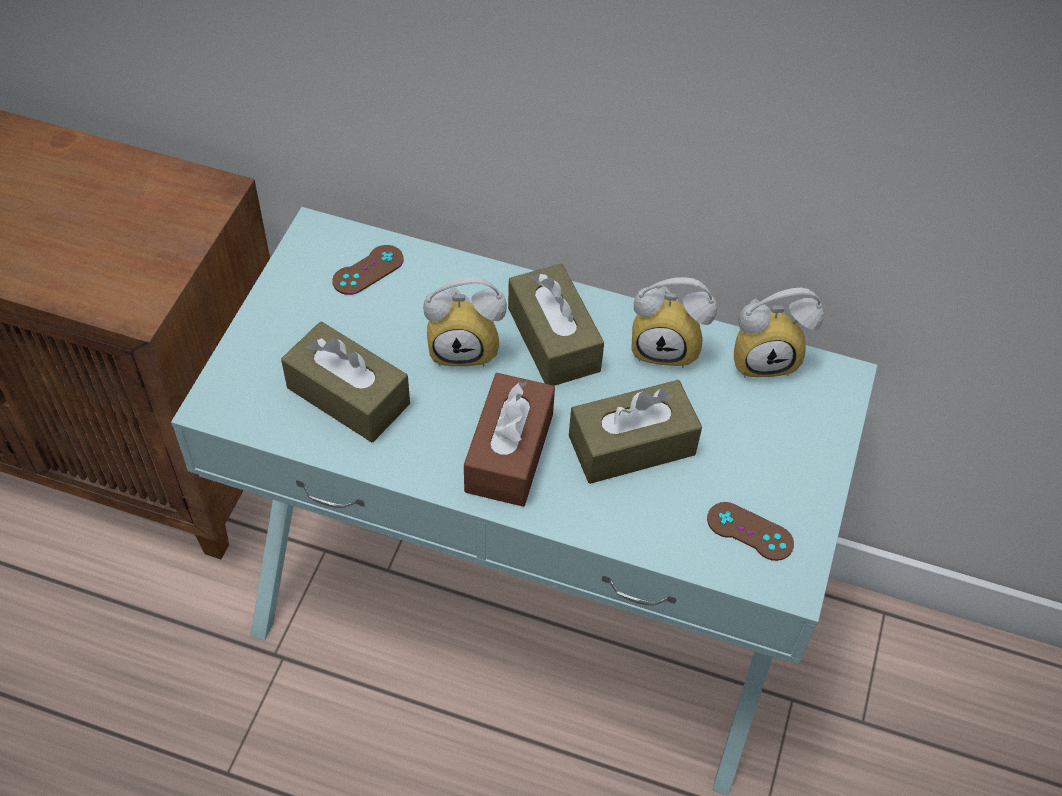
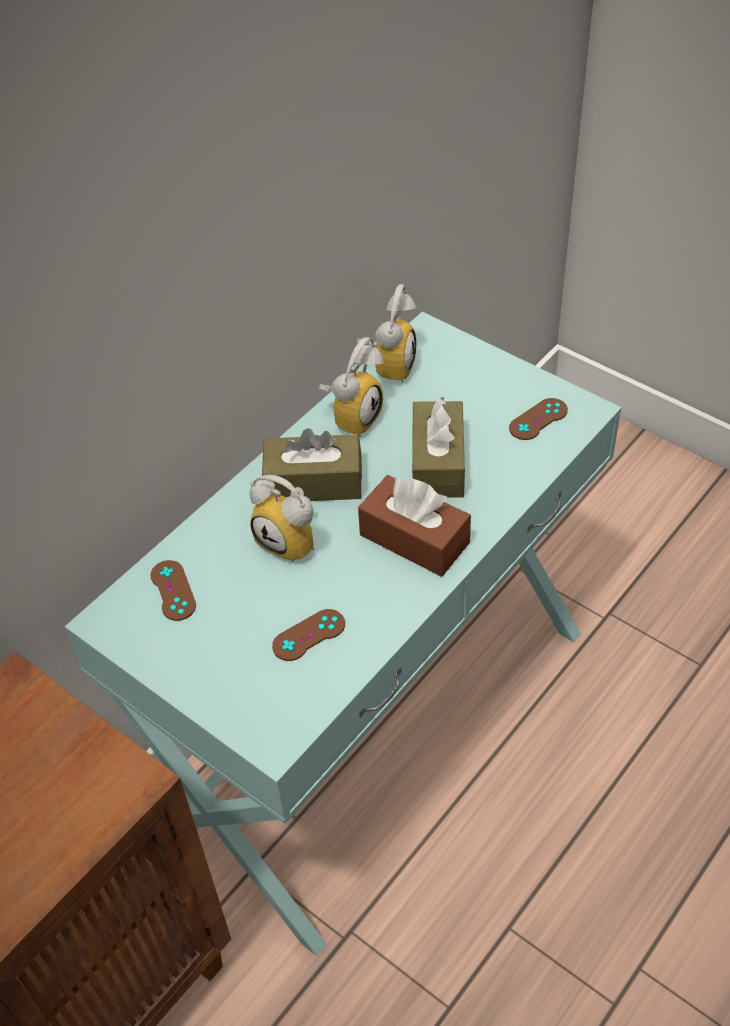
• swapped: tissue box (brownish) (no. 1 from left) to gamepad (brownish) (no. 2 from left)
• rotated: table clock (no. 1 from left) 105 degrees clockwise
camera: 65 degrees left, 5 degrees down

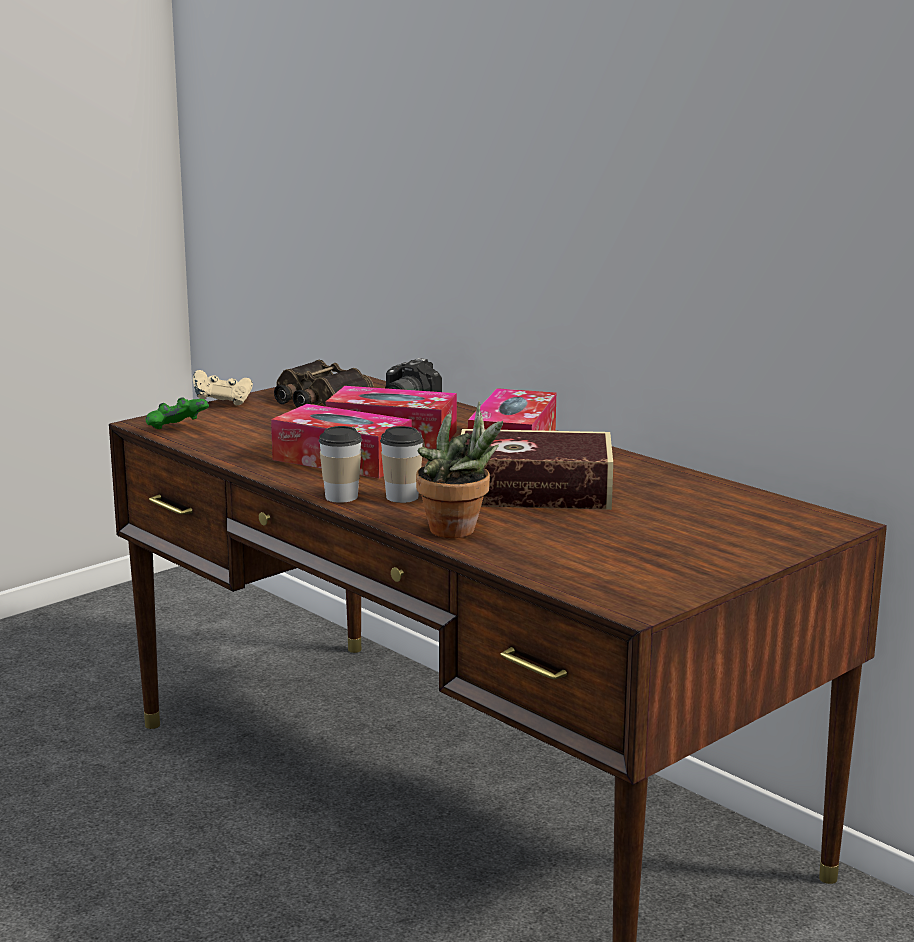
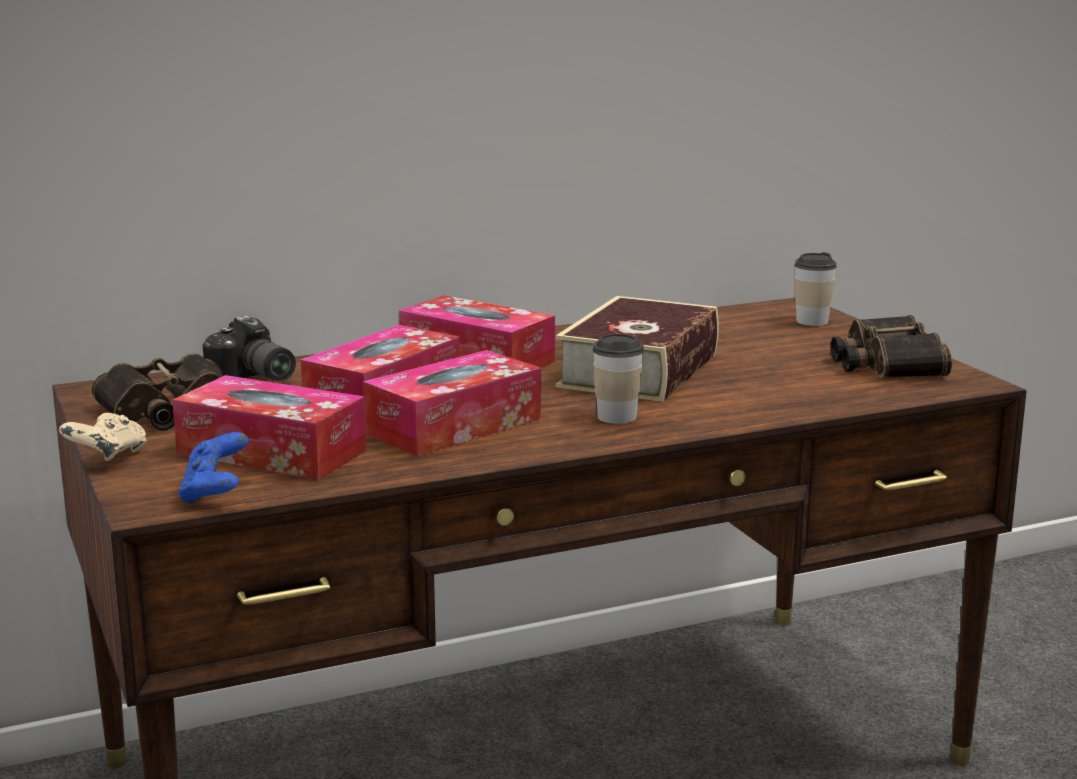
• gone: plant in a pot
• new: tissue box (no. 1 from left)
• new: binoculars (no. 2 from left)
• shifted: cup (no. 1 from left in the first image) to cup (no. 2 from left)
• repainted: gamepad (greenish) to gamepad (blue-coloured)
camera: 70 degrees left, 0 degrees up

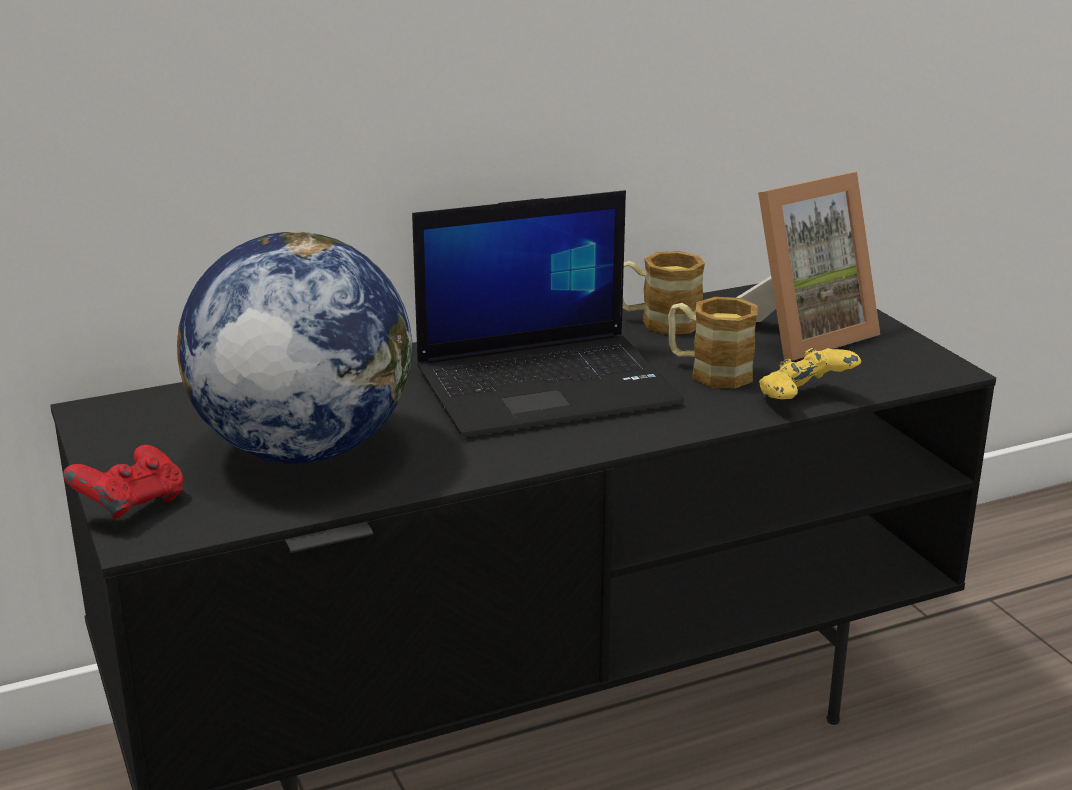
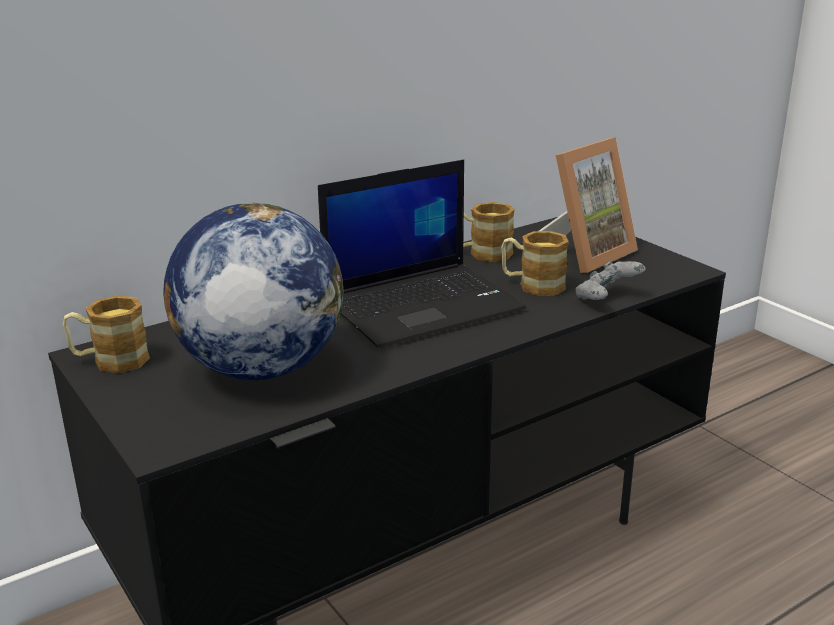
• gone: gamepad (red)
• new: coffee mug (no. 1 from left)
• repainted: gamepad (yellowish) to gamepad (greyish)
camera: 10 degrees left, 0 degrees up

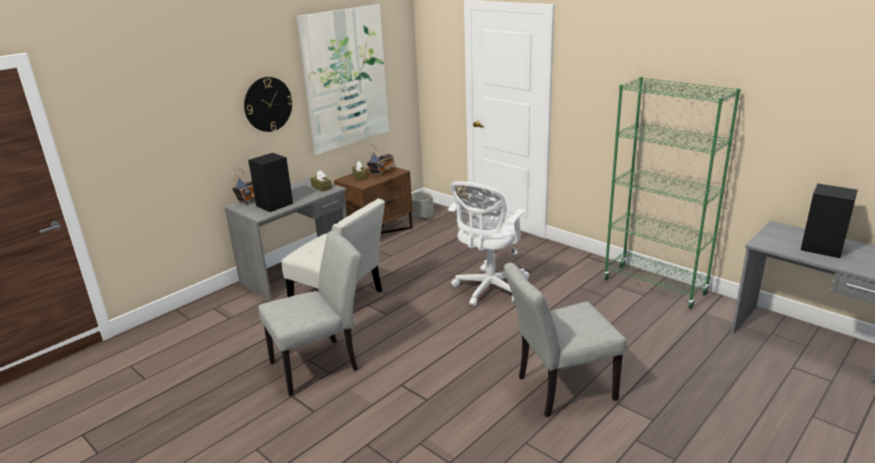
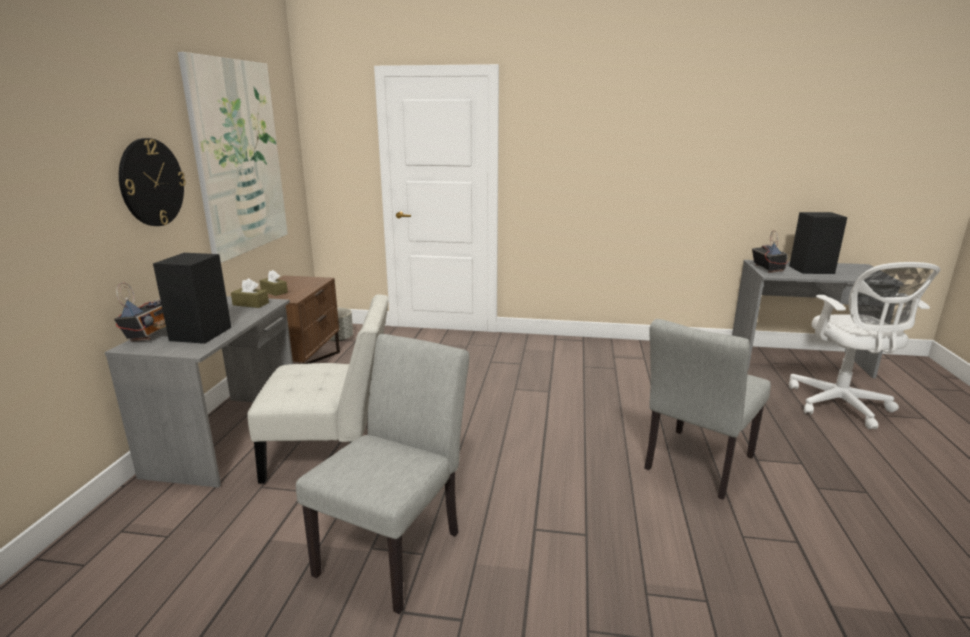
• gone: bookshelf (greenish)
• shifted: radio receiver (no. 2 from left)
• shifted: computer chair (white-coloured)
camera: 35 degrees left, 5 degrees down

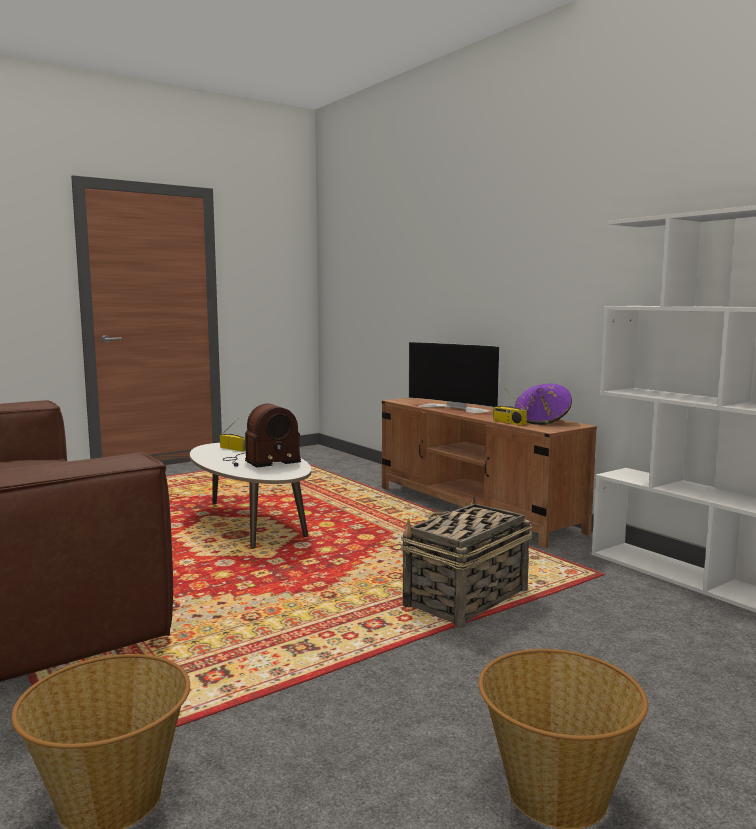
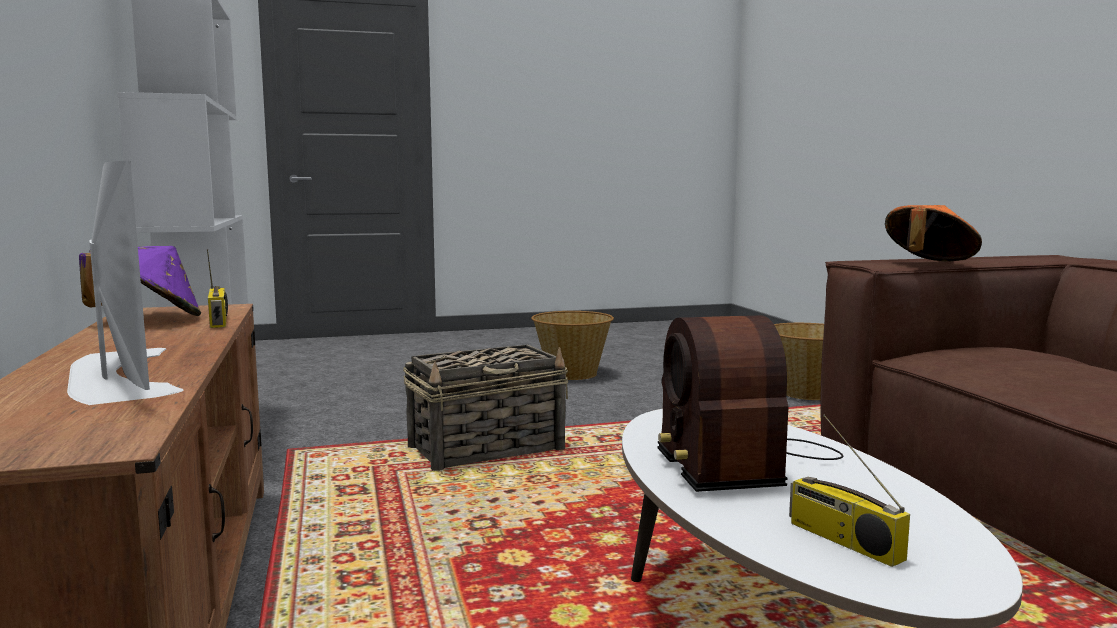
• new: wearable hat (orangey)
• rotated: radio receiver (no. 2 from left) 90 degrees counterclockwise
camera: 160 degrees left, 0 degrees up

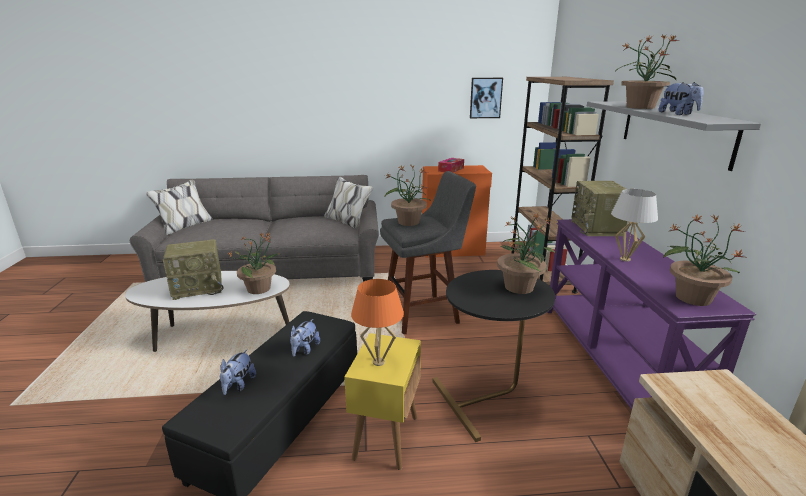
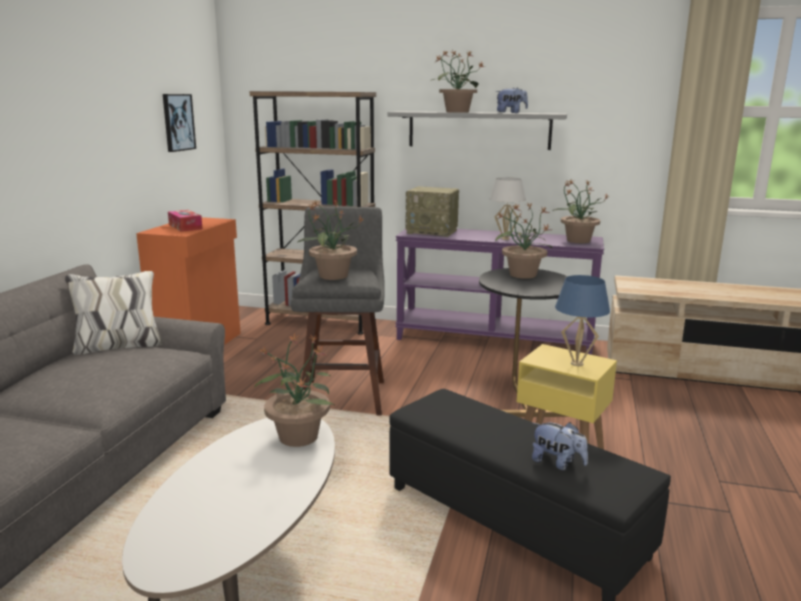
• gone: radio receiver (no. 1 from left)
• gone: soft toy (no. 2 from left)
• repainted: lamp for a table (orangey) to lamp for a table (blue-coloured)
camera: 70 degrees left, 5 degrees down

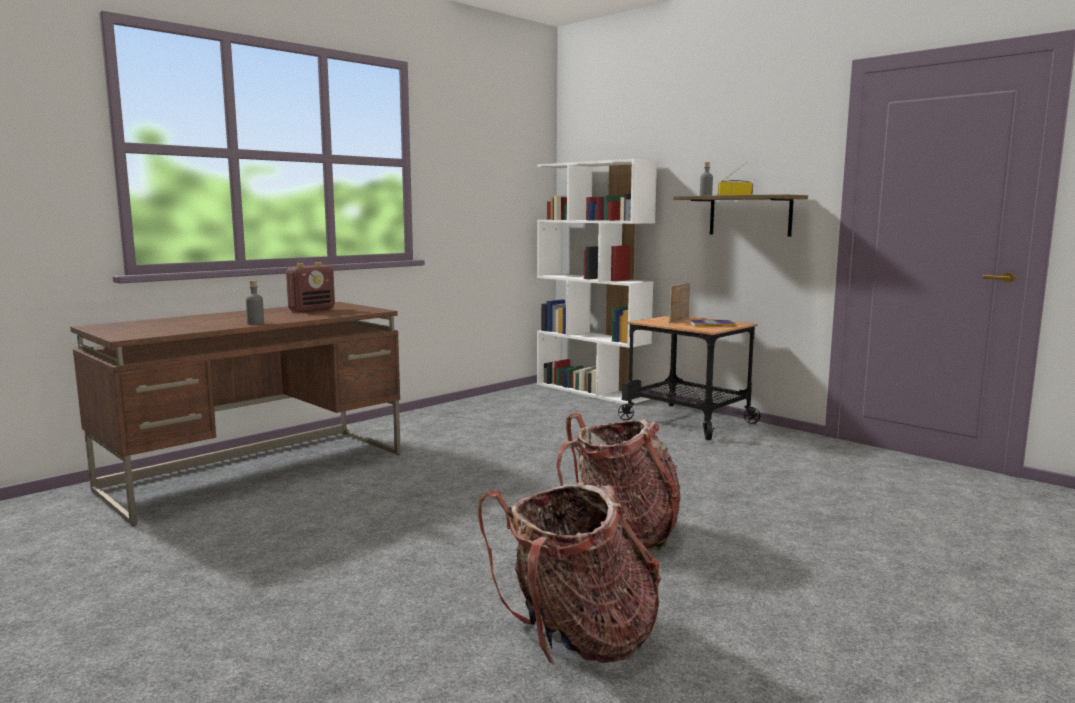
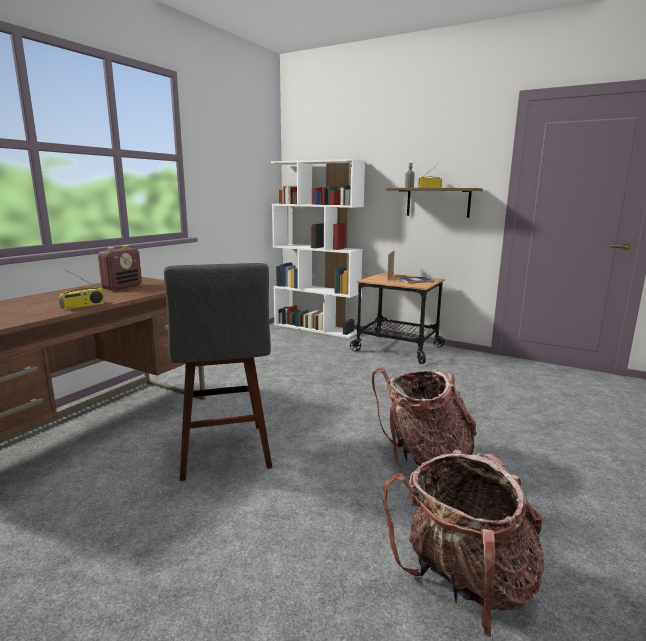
• new: sitting stool (greyish)
• swapped: drink bottle (greyish) (no. 1 from left) to radio receiver (no. 1 from left)
camera: 15 degrees left, 5 degrees up

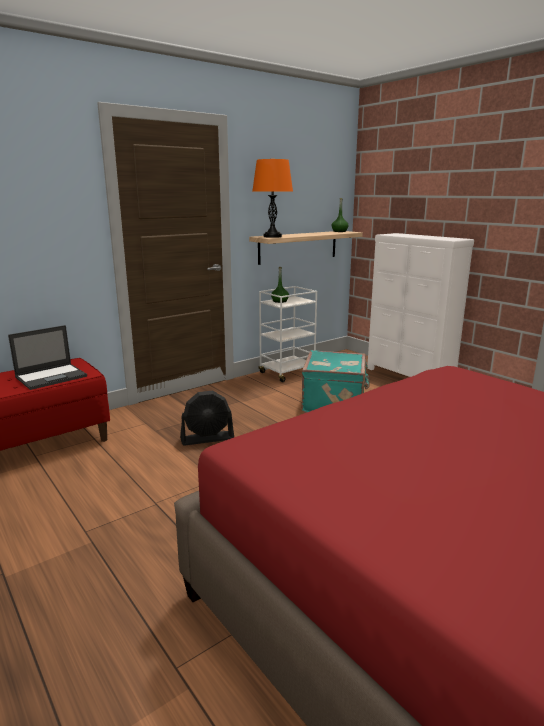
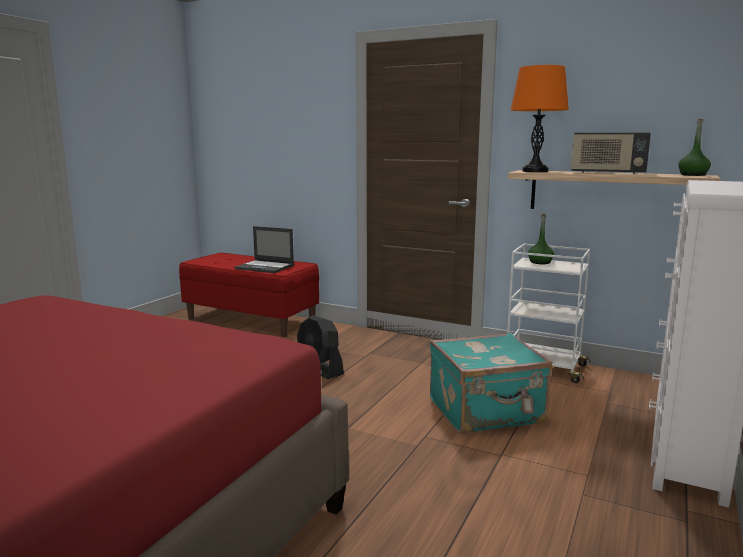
• new: radio receiver
camera: 65 degrees right, 5 degrees down

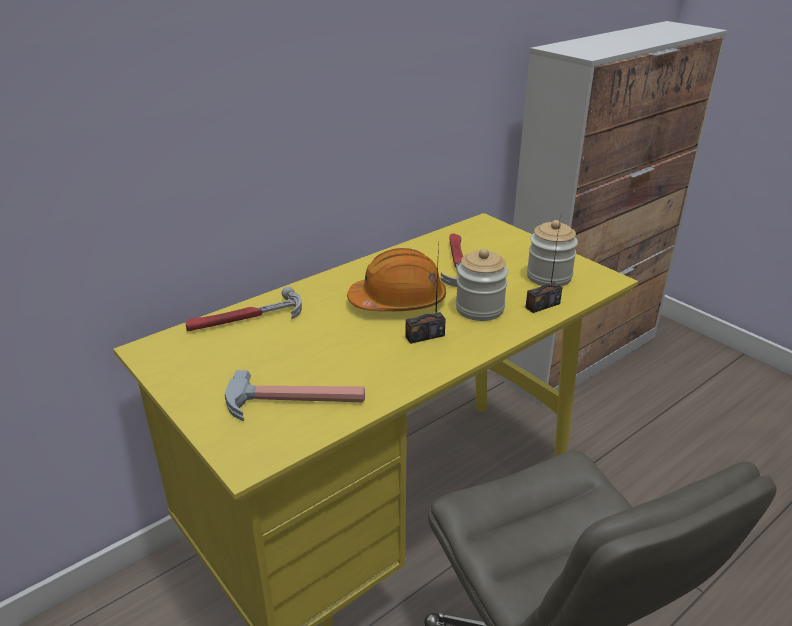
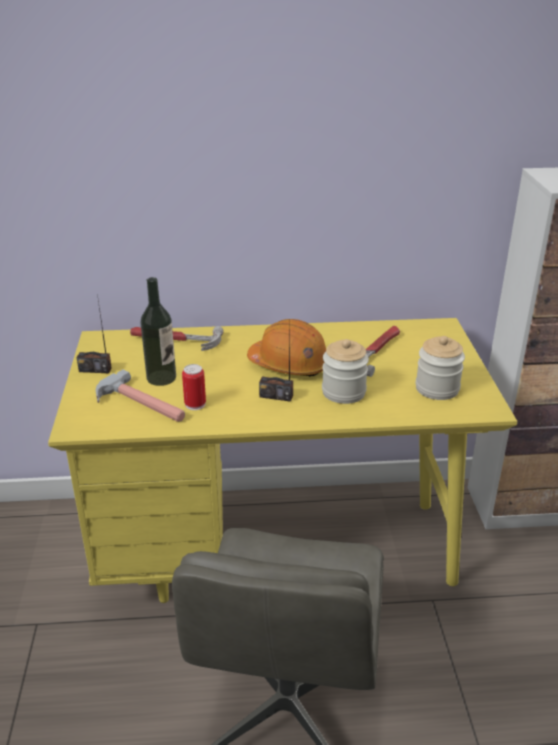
• new: drink bottle
• new: can
• shifted: radio receiver (no. 2 from left in the first image) to radio receiver (no. 1 from left)
camera: 35 degrees right, 0 degrees up

